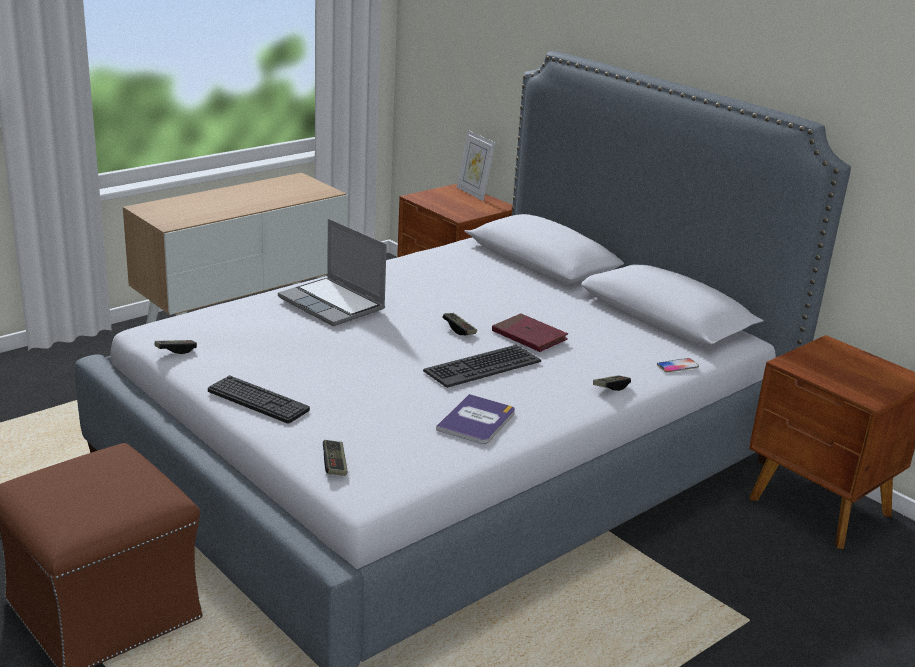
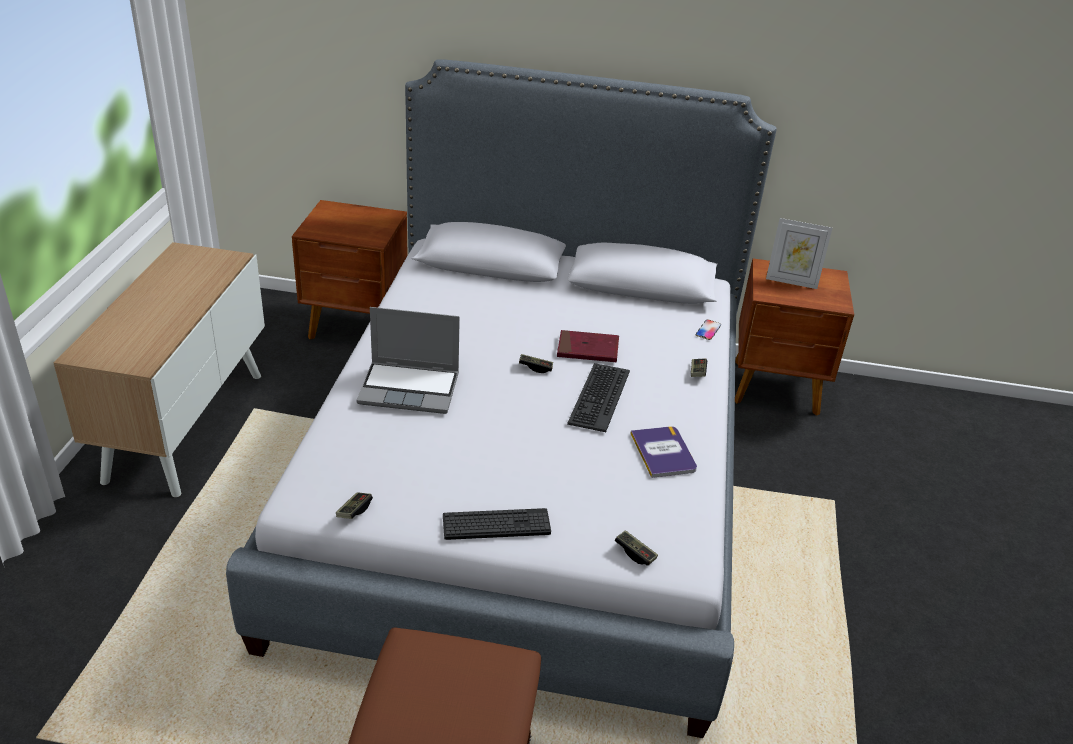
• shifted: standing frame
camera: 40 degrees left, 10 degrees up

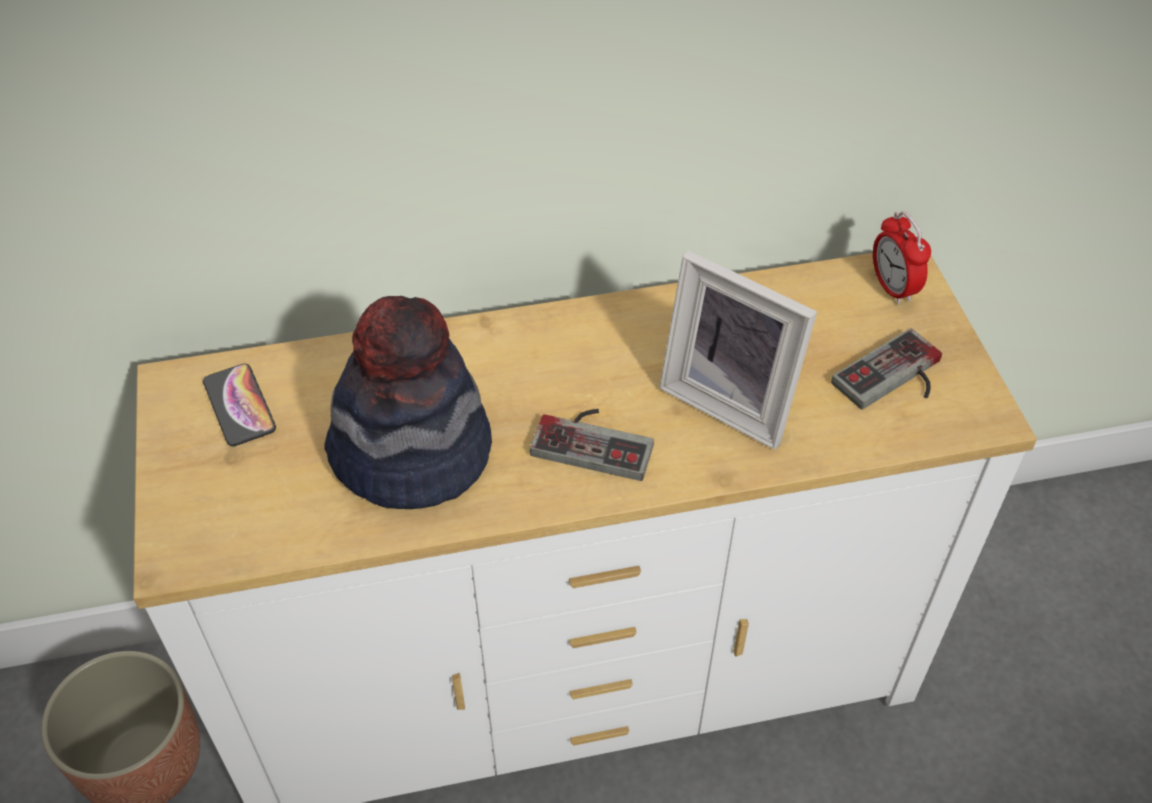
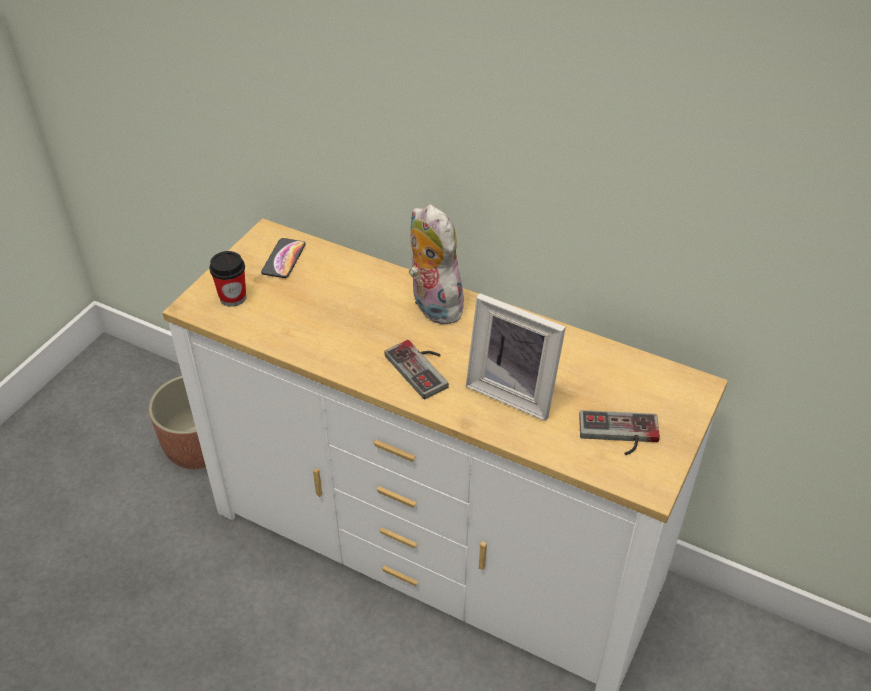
• gone: wearable hat
• gone: table clock
• new: cup
• new: soft toy
• rotated: standing frame 45 degrees counterclockwise
camera: 40 degrees right, 5 degrees down

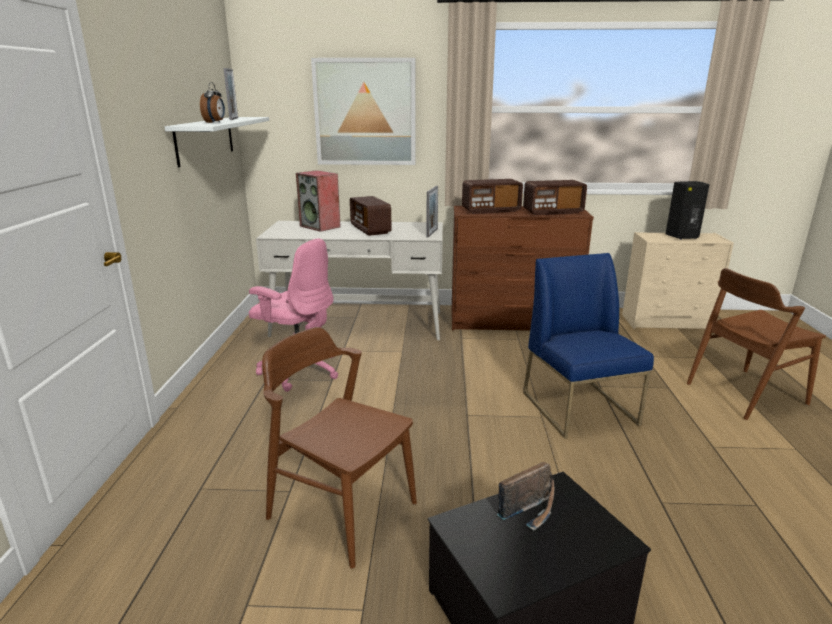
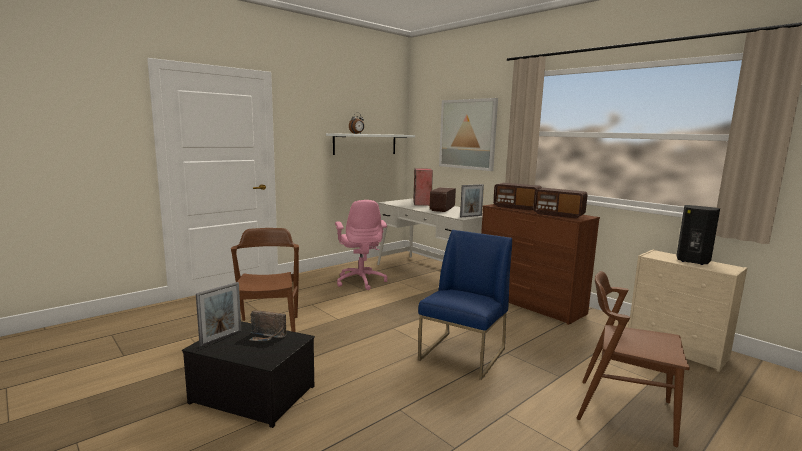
• shifted: standing frame (no. 1 from left)
camera: 45 degrees right, 10 degrees down

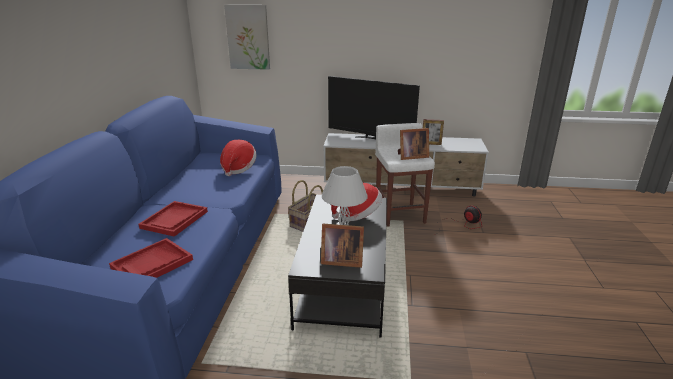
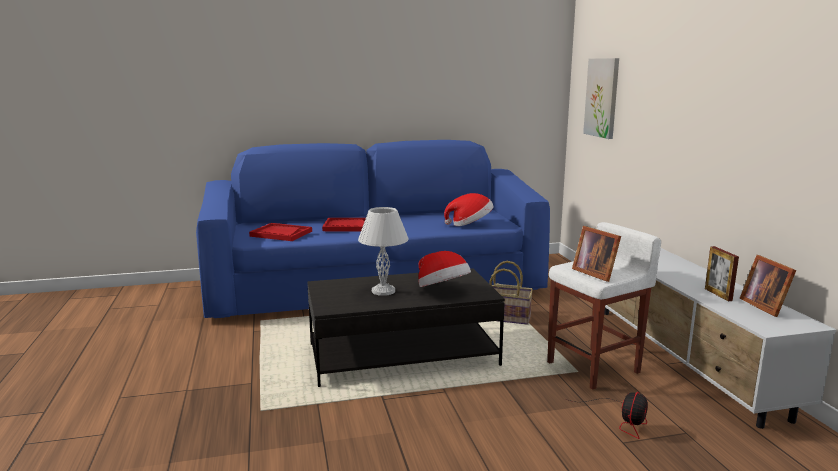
• gone: TV set
• shifted: standing frame (no. 1 from left in the first image) to standing frame (no. 3 from left)
camera: 70 degrees right, 10 degrees down

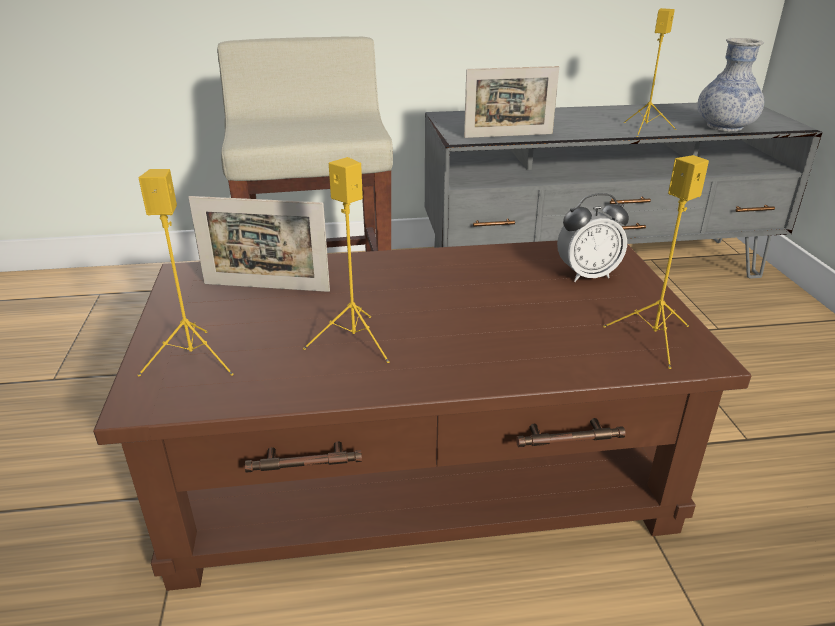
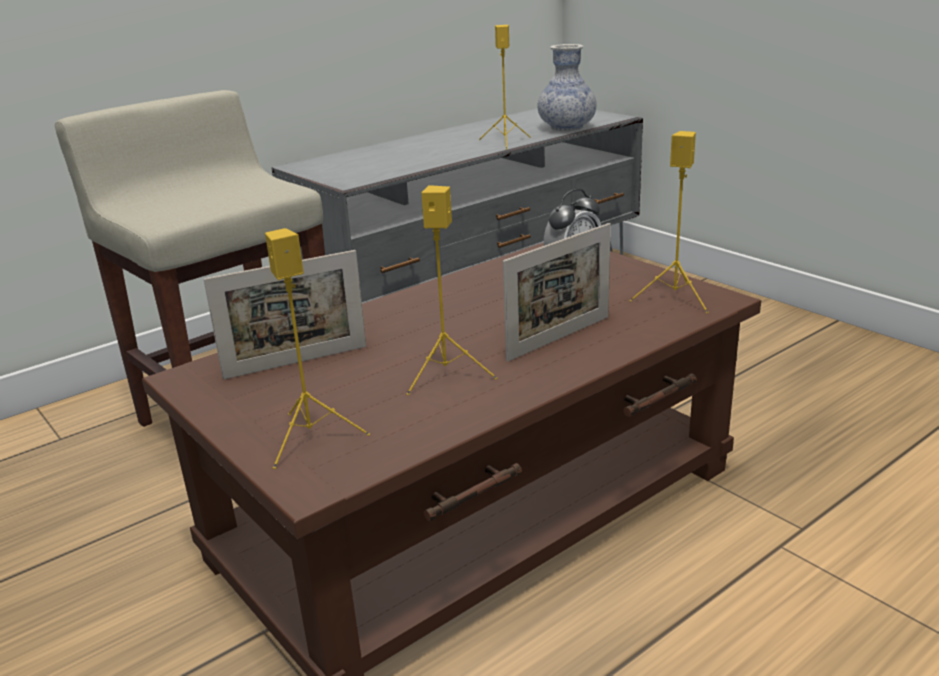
• shifted: standing frame (no. 2 from left)
camera: 30 degrees left, 5 degrees down

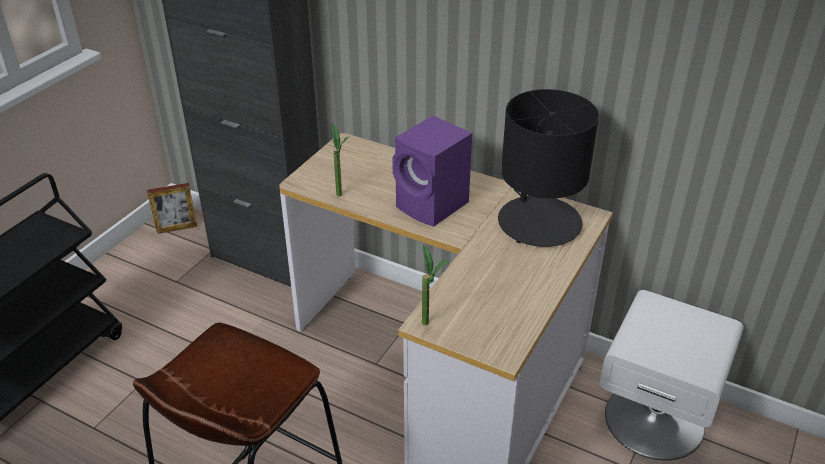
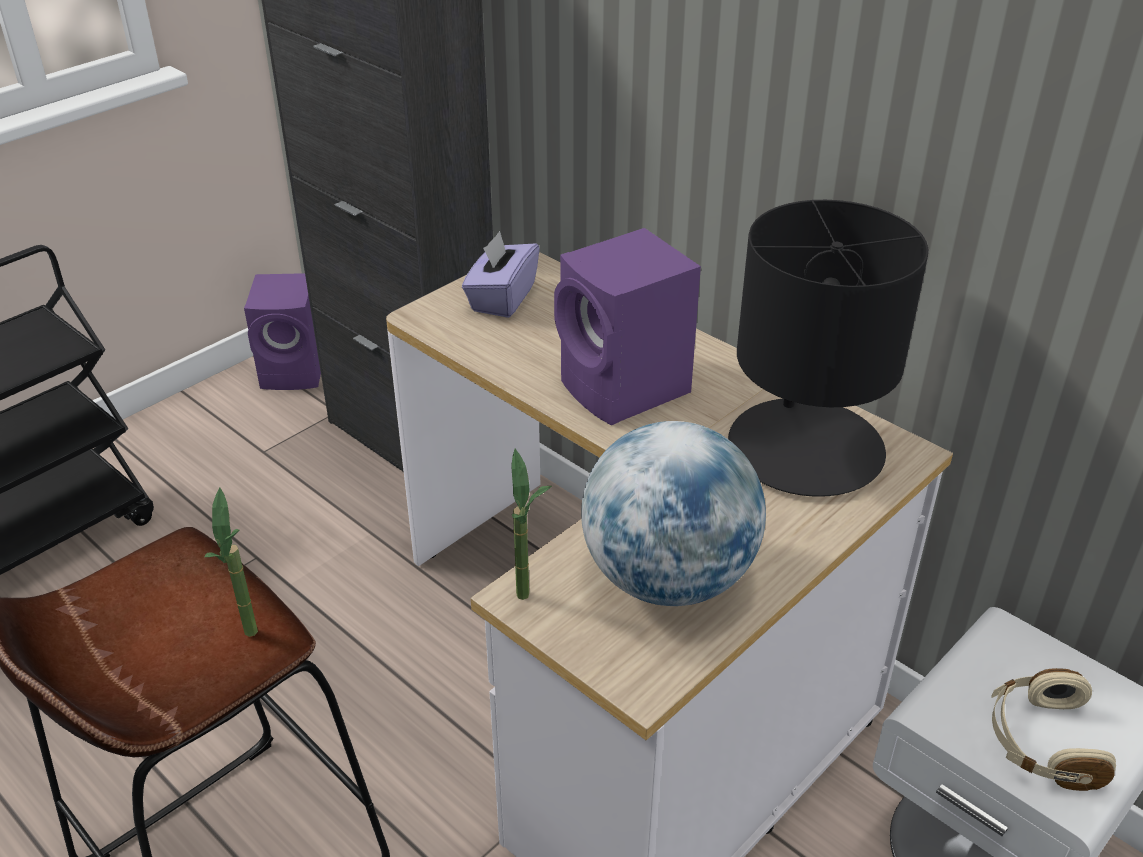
• new: tissue box (purple-coloured)
• new: globe
• new: pair of headphones (beige)
• shifted: plant in a pot (no. 1 from left)
• swapped: standing frame to speaker (purple-coloured) (no. 1 from left)
camera: 15 degrees right, 0 degrees up

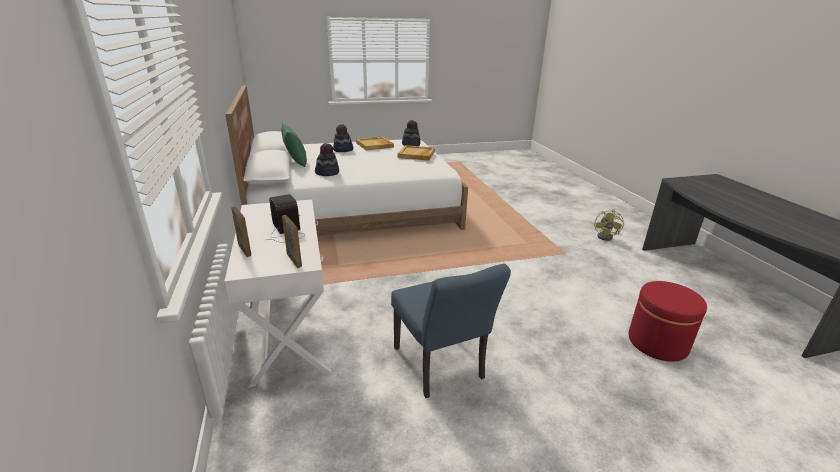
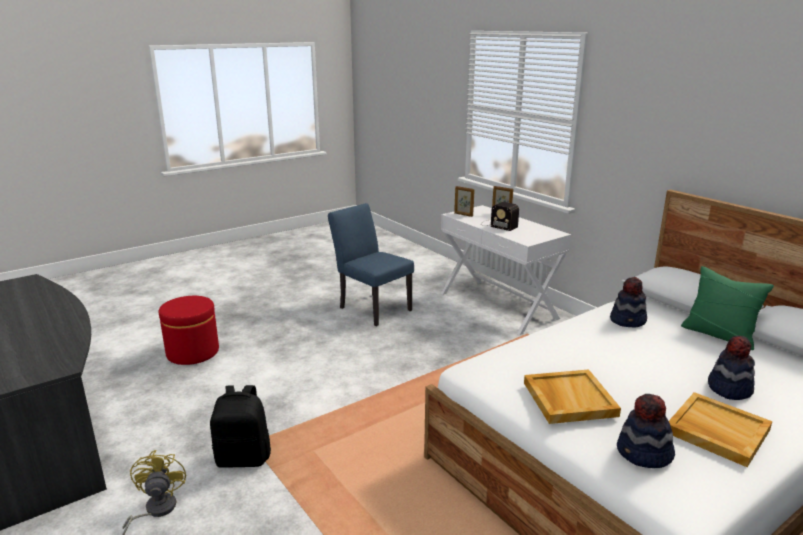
• new: knapsack (black)
camera: 160 degrees right, 5 degrees down

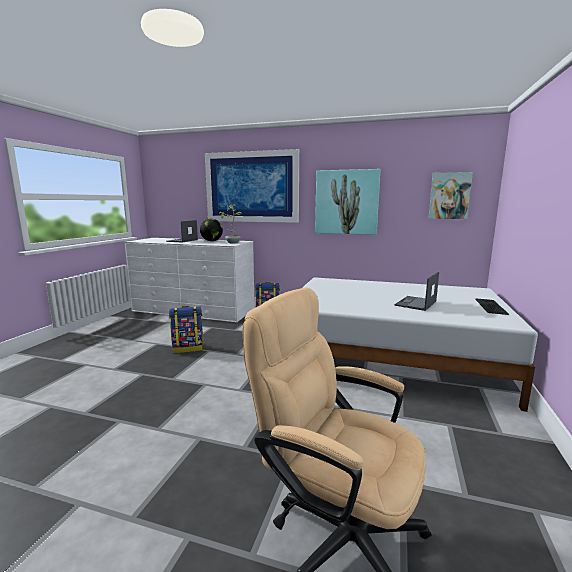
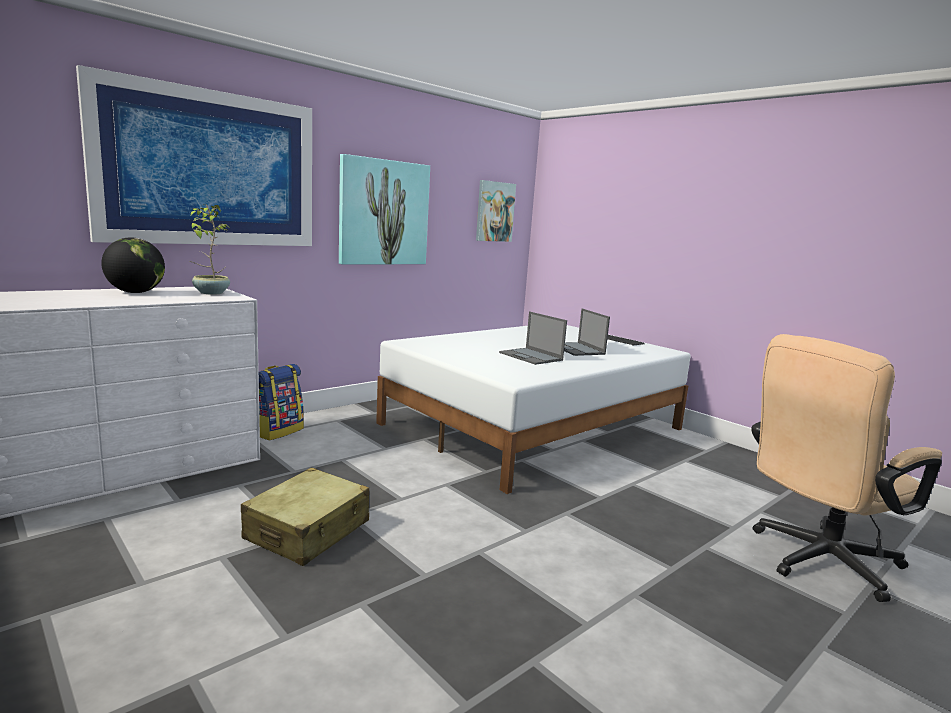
• shifted: portable computer (no. 1 from left)
• swapped: knapsack (no. 1 from left) to piece of luggage (beige)
camera: 60 degrees left, 0 degrees up

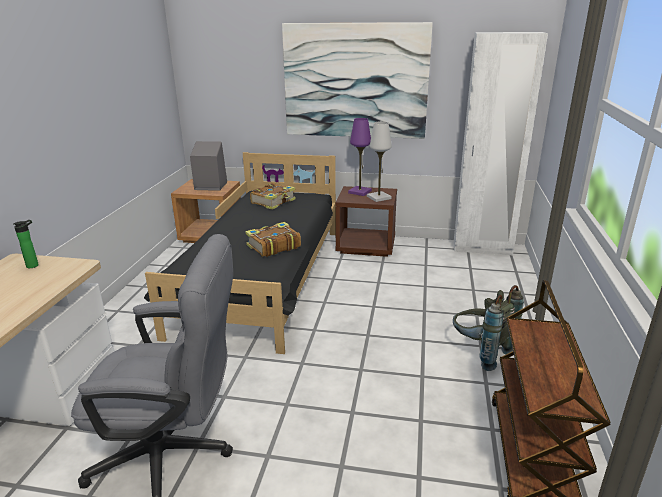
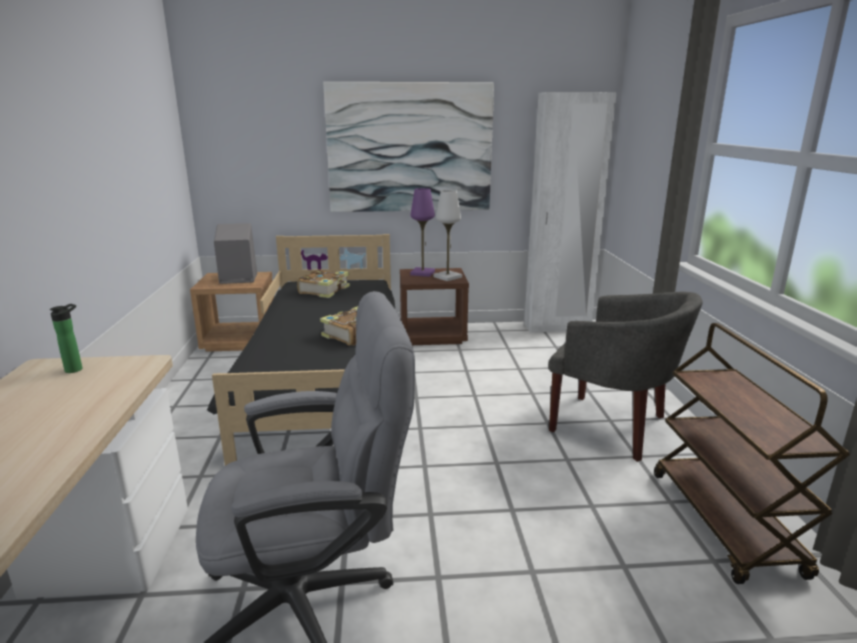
• swapped: knapsack (greyish) to lounge chair (greyish)
camera: 15 degrees left, 5 degrees down

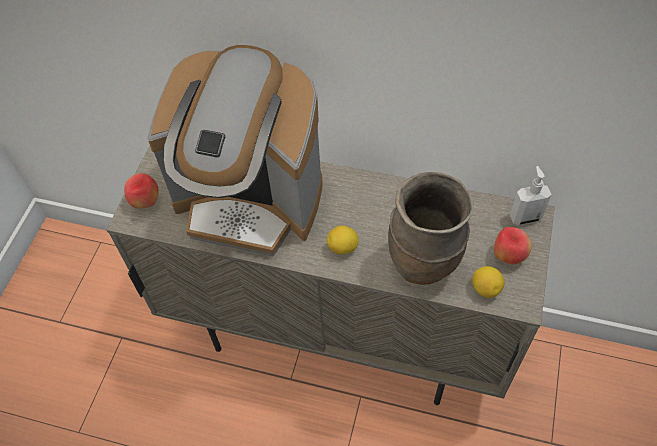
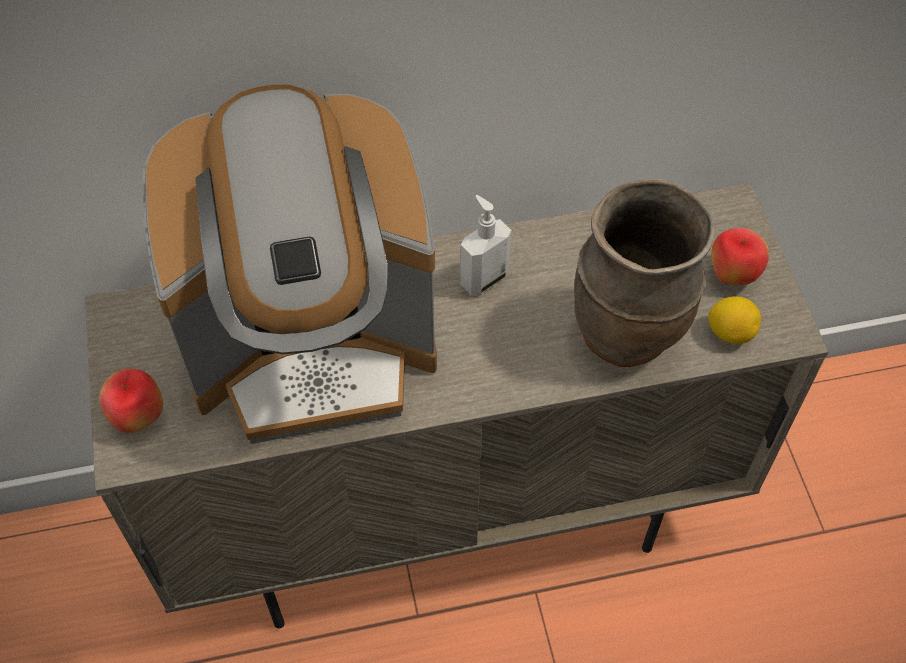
• gone: whole lemon (no. 1 from left)
• shifted: soap dispenser
camera: 30 degrees left, 0 degrees up

